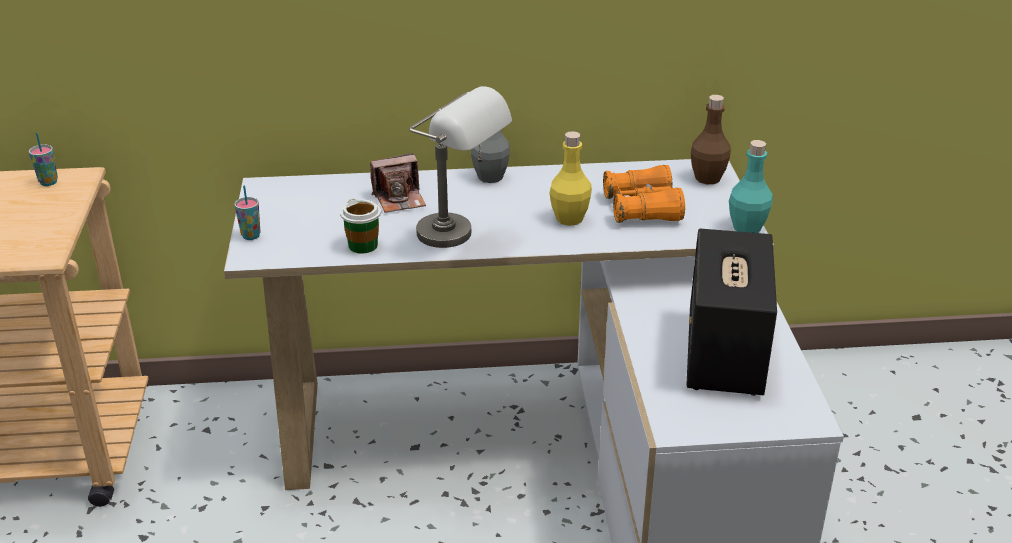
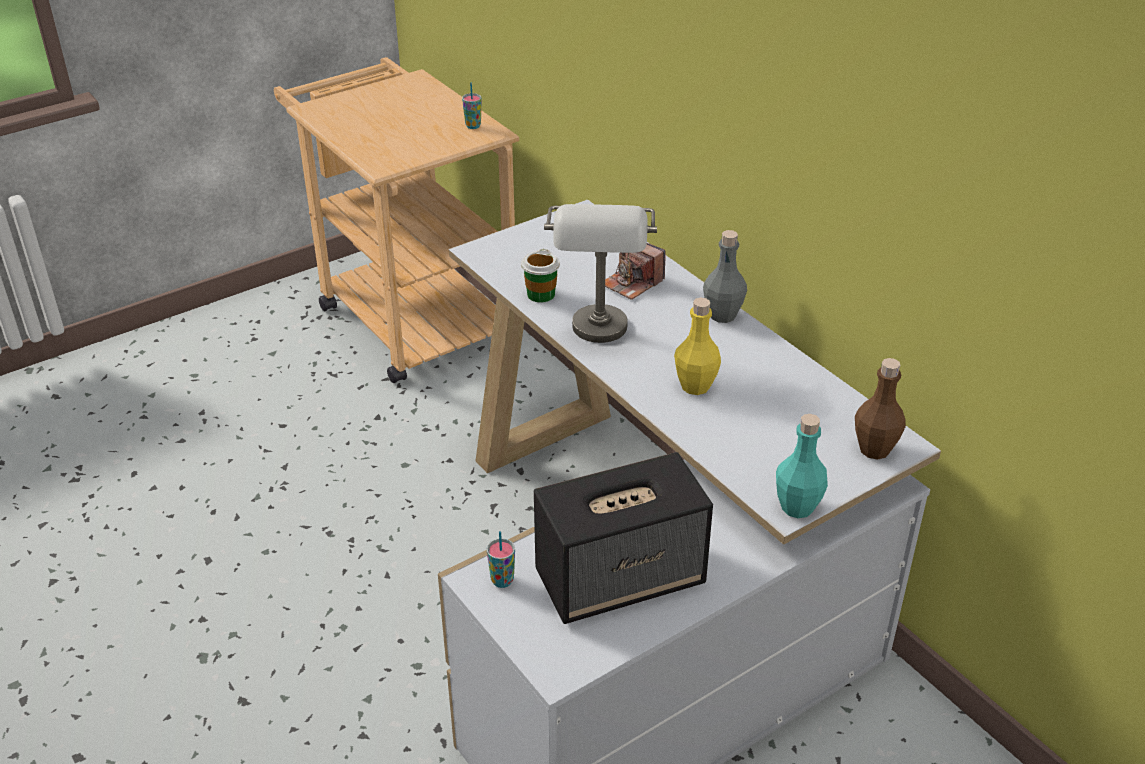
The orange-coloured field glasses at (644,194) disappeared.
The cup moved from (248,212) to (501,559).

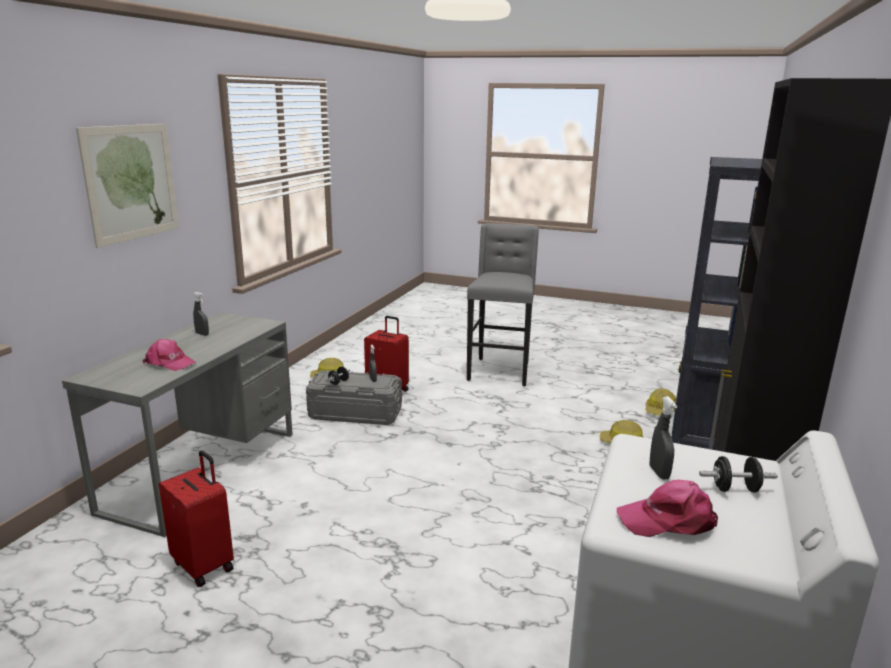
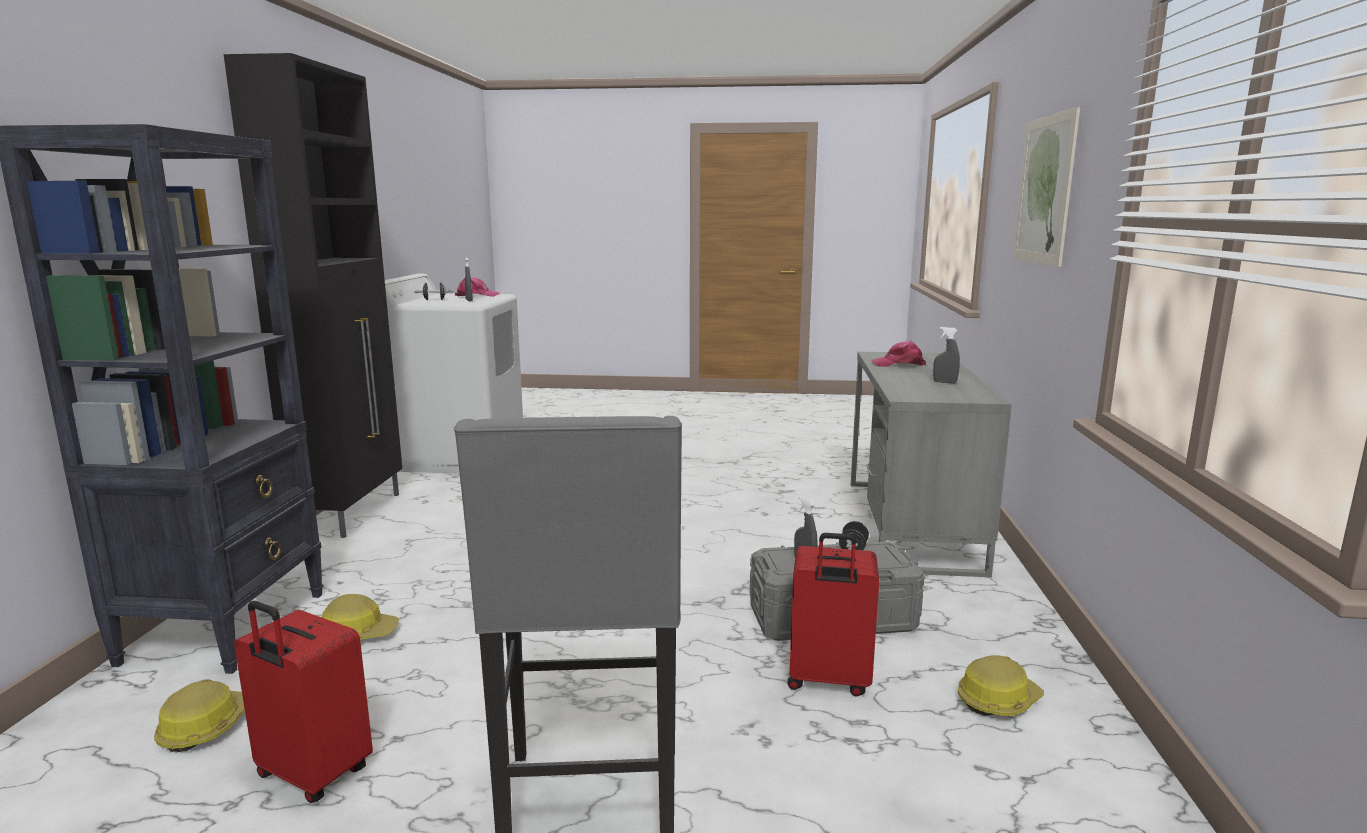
The reddish suitcase moved from (196,518) to (303,702).

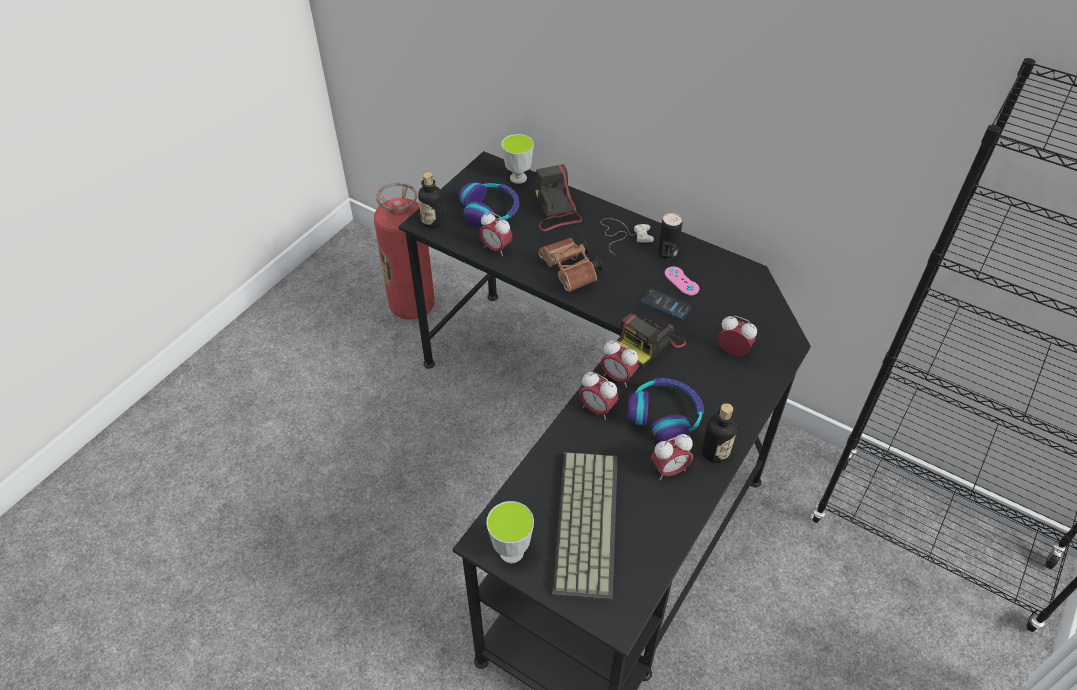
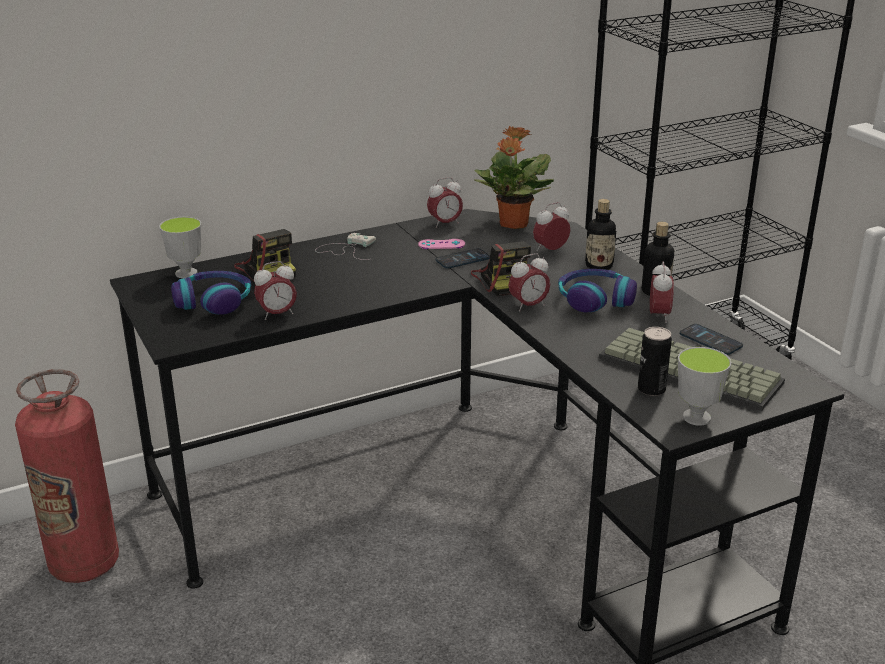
The brownish field glasses at (570,265) disappeared.
The potted plant at (514,177) appeared.
The phone at (711,339) appeared.
The beverage bottle moved from (431,200) to (600,234).
The table clock moved from (599,396) to (445,202).
The can moved from (670,236) to (655,361).
The still camera at (558,197) turned 135 degrees counterclockwise.

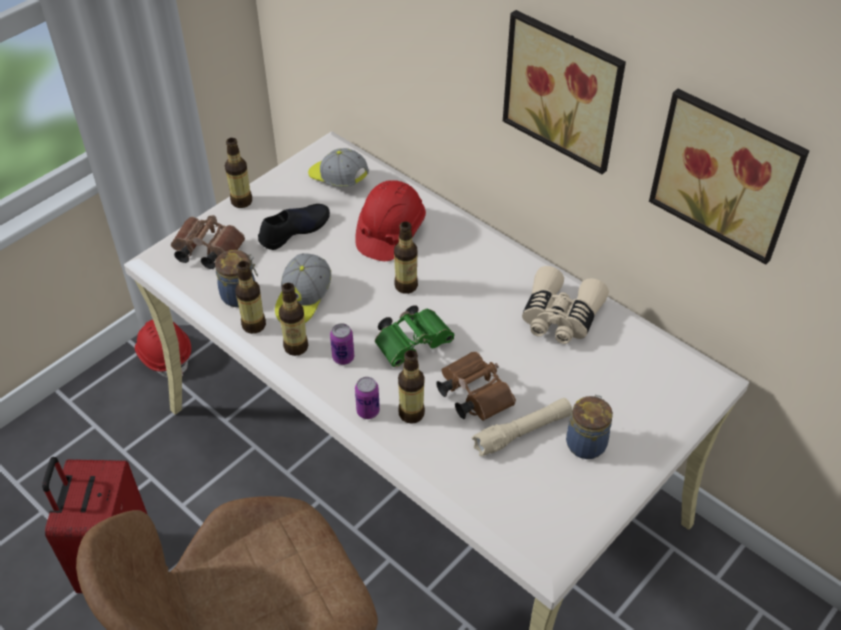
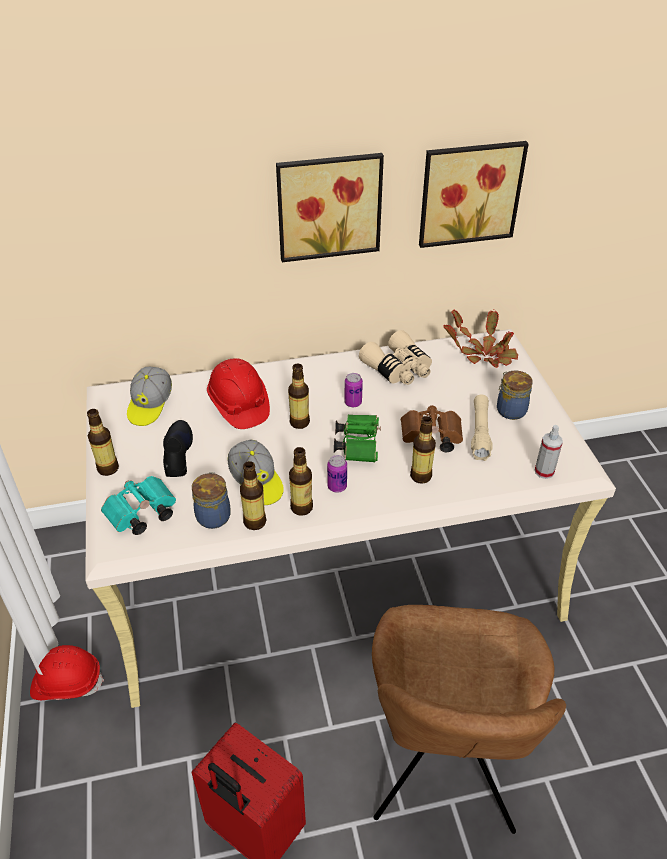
The potted plant at (481,338) appeared.
The spray bottle at (549,452) appeared.
The can moved from (367,398) to (353,390).
The brownish field glasses at (208,242) became the blue-green field glasses at (138,505).
The peaked cap at (338,167) turned 60 degrees counterclockwise.

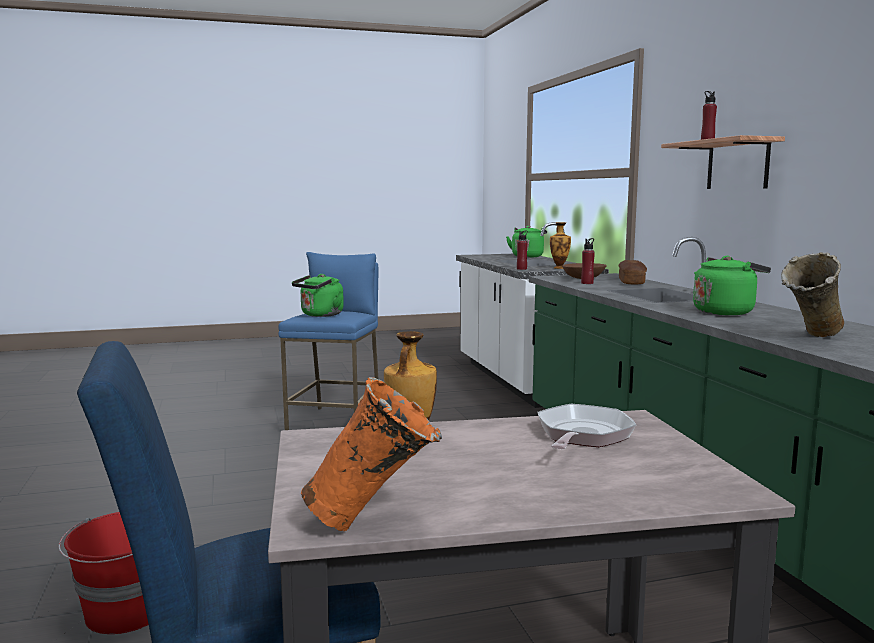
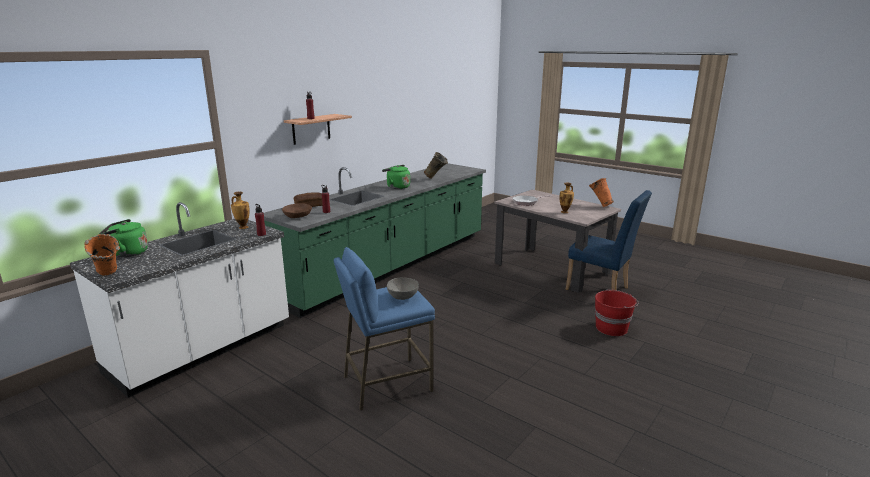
The orange-coloured vase at (102,255) appeared.
The green kettle at (318,295) was replaced by the greyish bowl at (403,289).

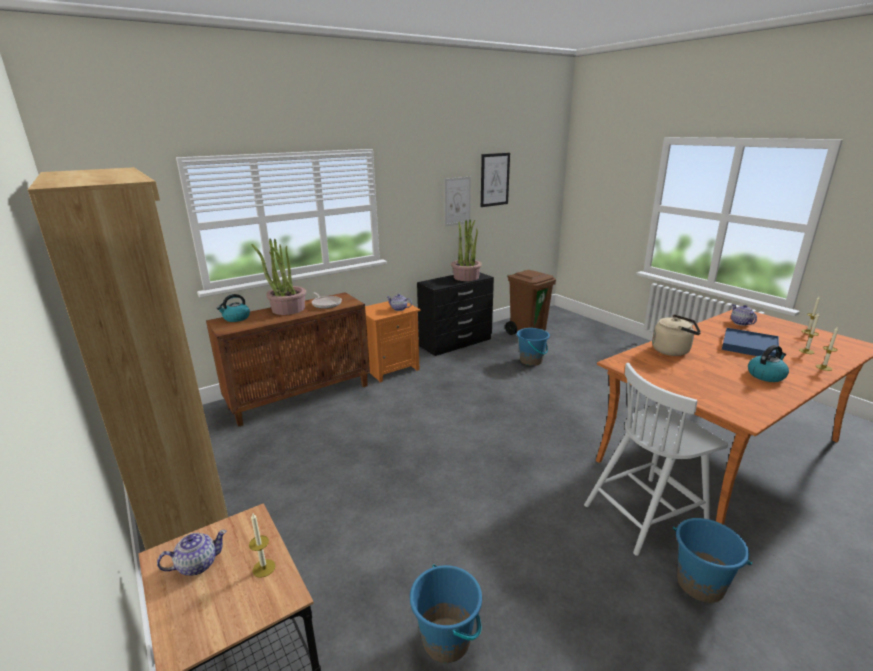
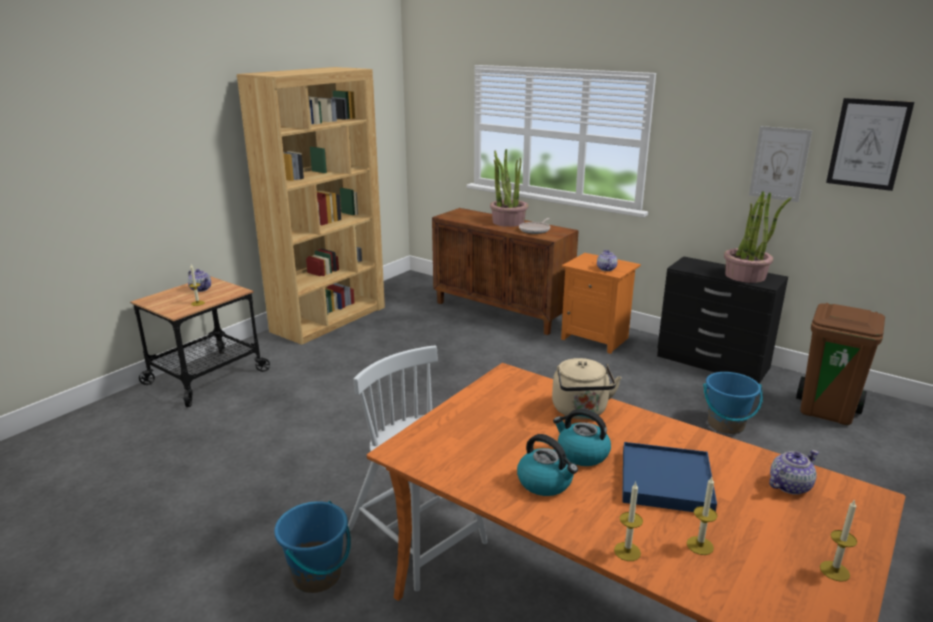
The blue-coloured bucket at (446,614) disappeared.
The kettle moved from (233,308) to (582,437).

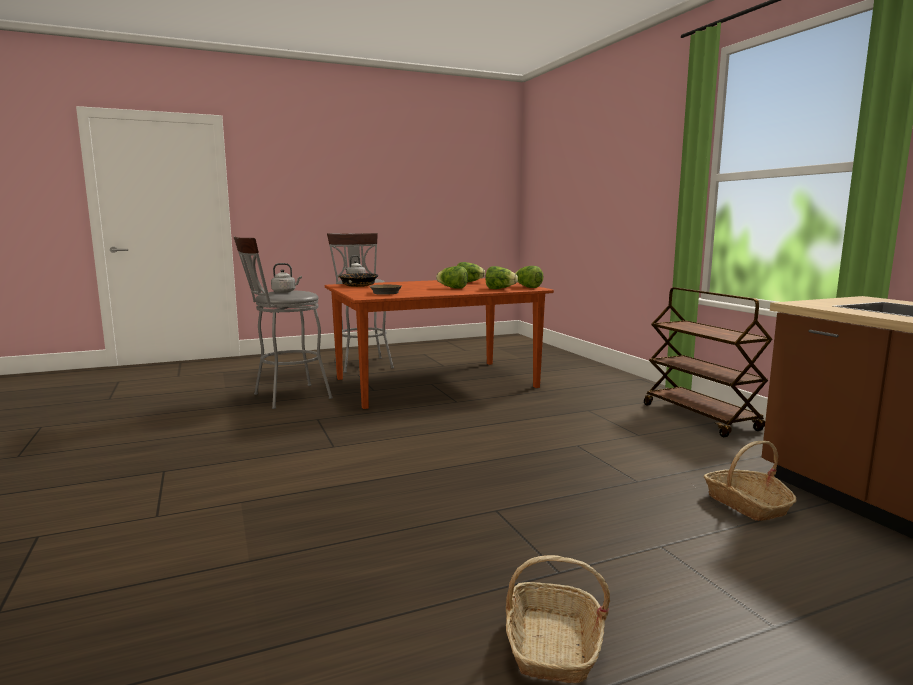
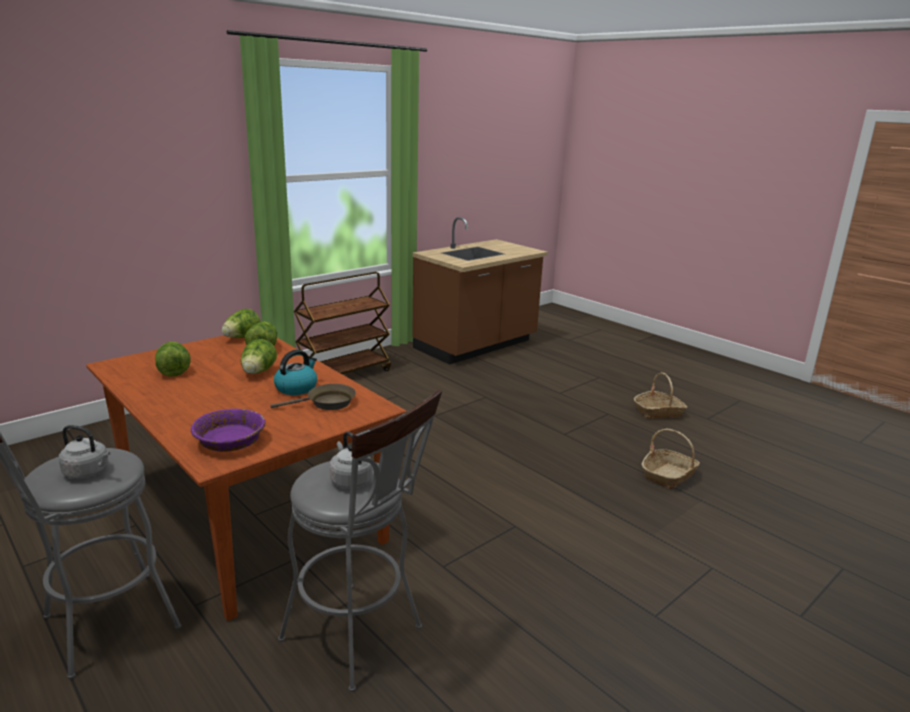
The kettle at (295,372) appeared.
The basket moved from (749,481) to (671,459).
The black-coloured bowl at (358,280) became the purple bowl at (228,430).

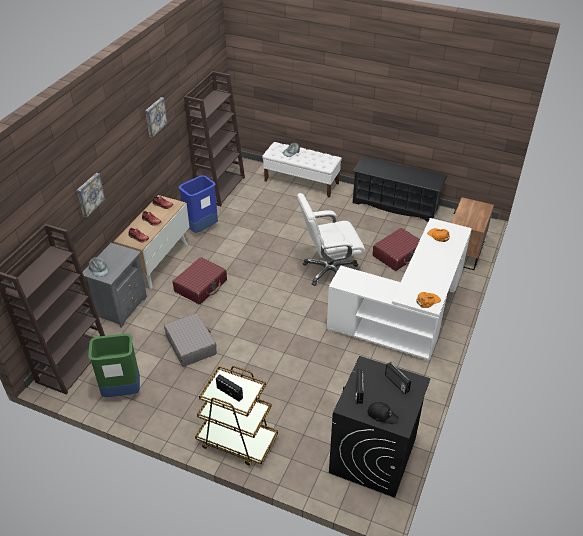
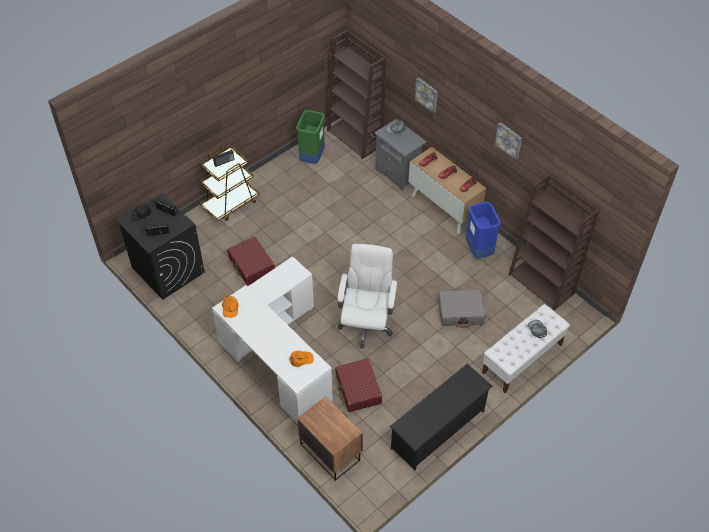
The greyish suitcase moved from (190,340) to (462,309).
The reddish suitcase moved from (199,280) to (251,261).

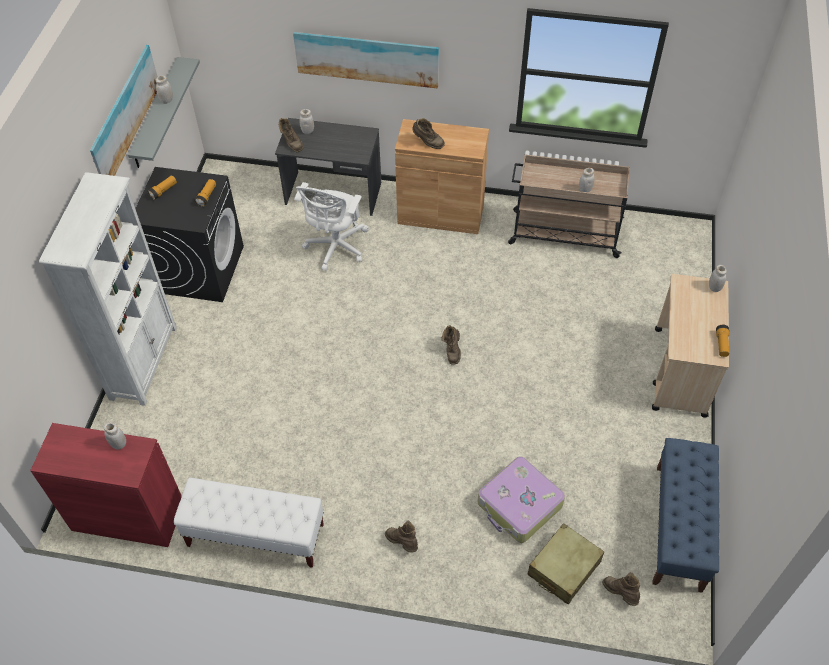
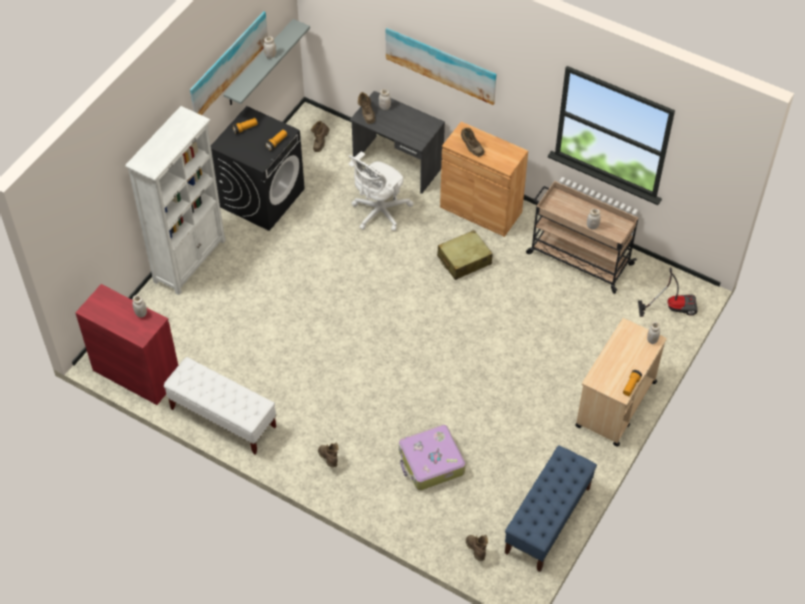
The vacuum cleaner at (668,292) appeared.
The brownish tall boot moved from (451,345) to (320,136).
The beige suitcase moved from (565,563) to (465,255).

